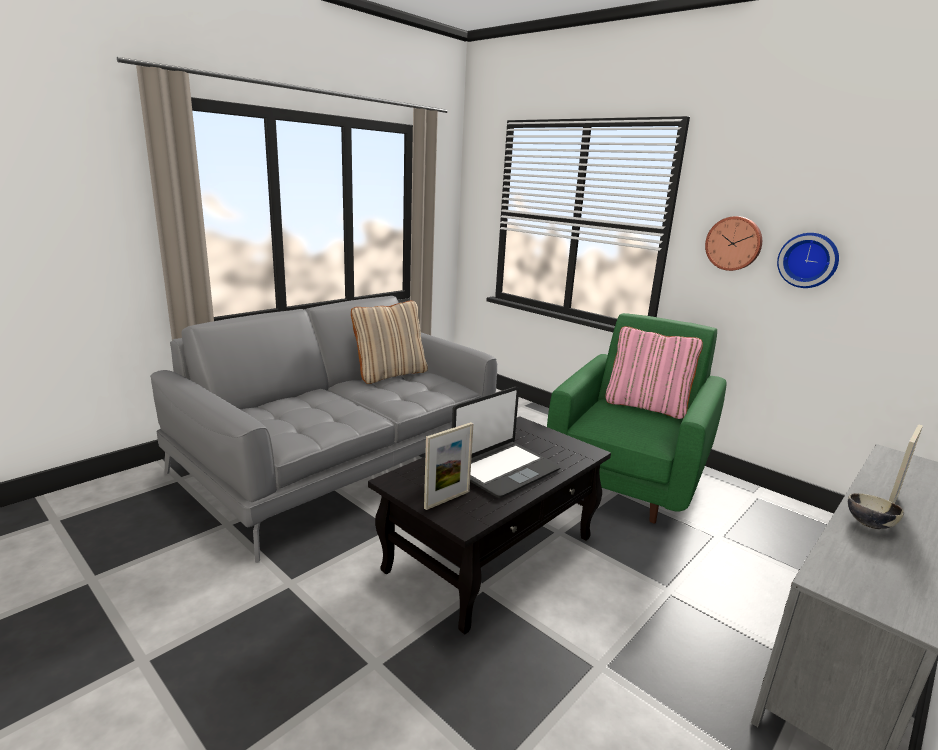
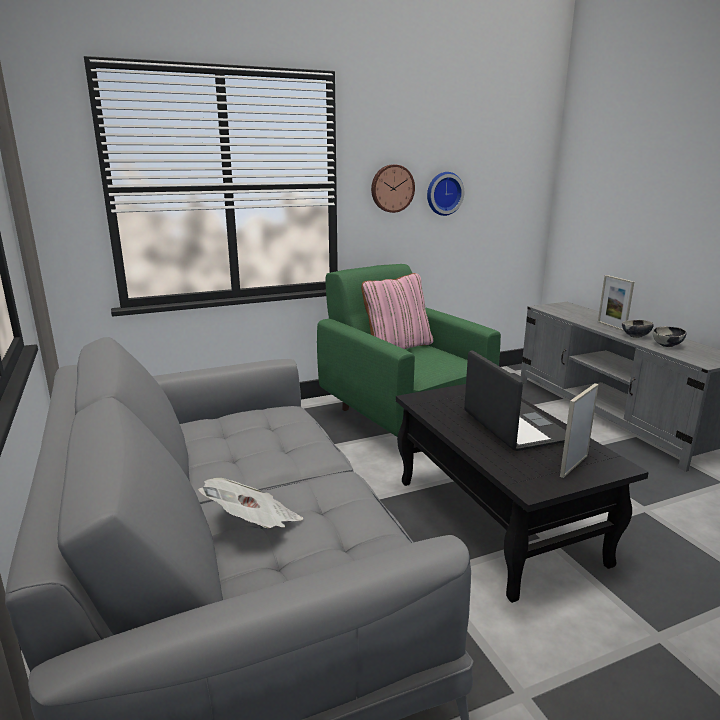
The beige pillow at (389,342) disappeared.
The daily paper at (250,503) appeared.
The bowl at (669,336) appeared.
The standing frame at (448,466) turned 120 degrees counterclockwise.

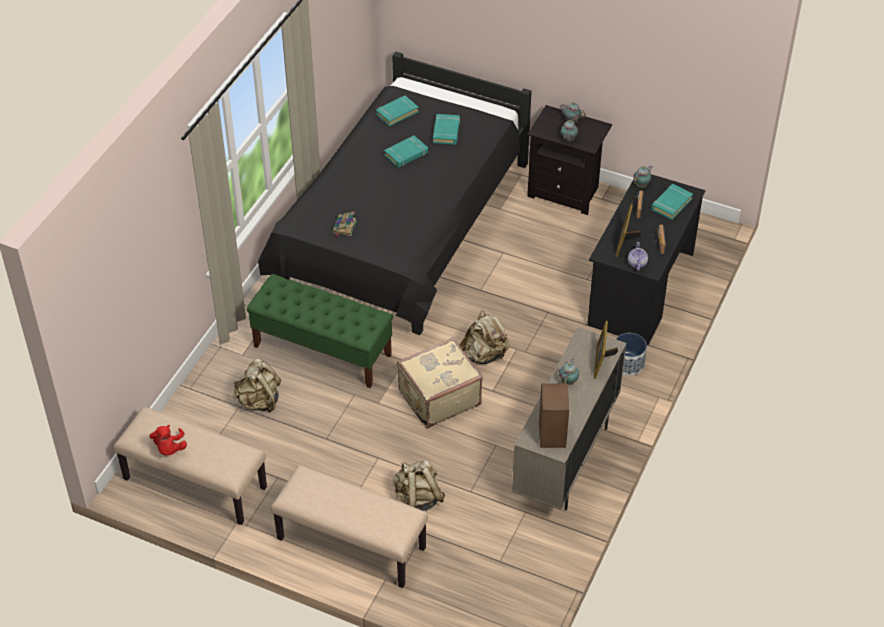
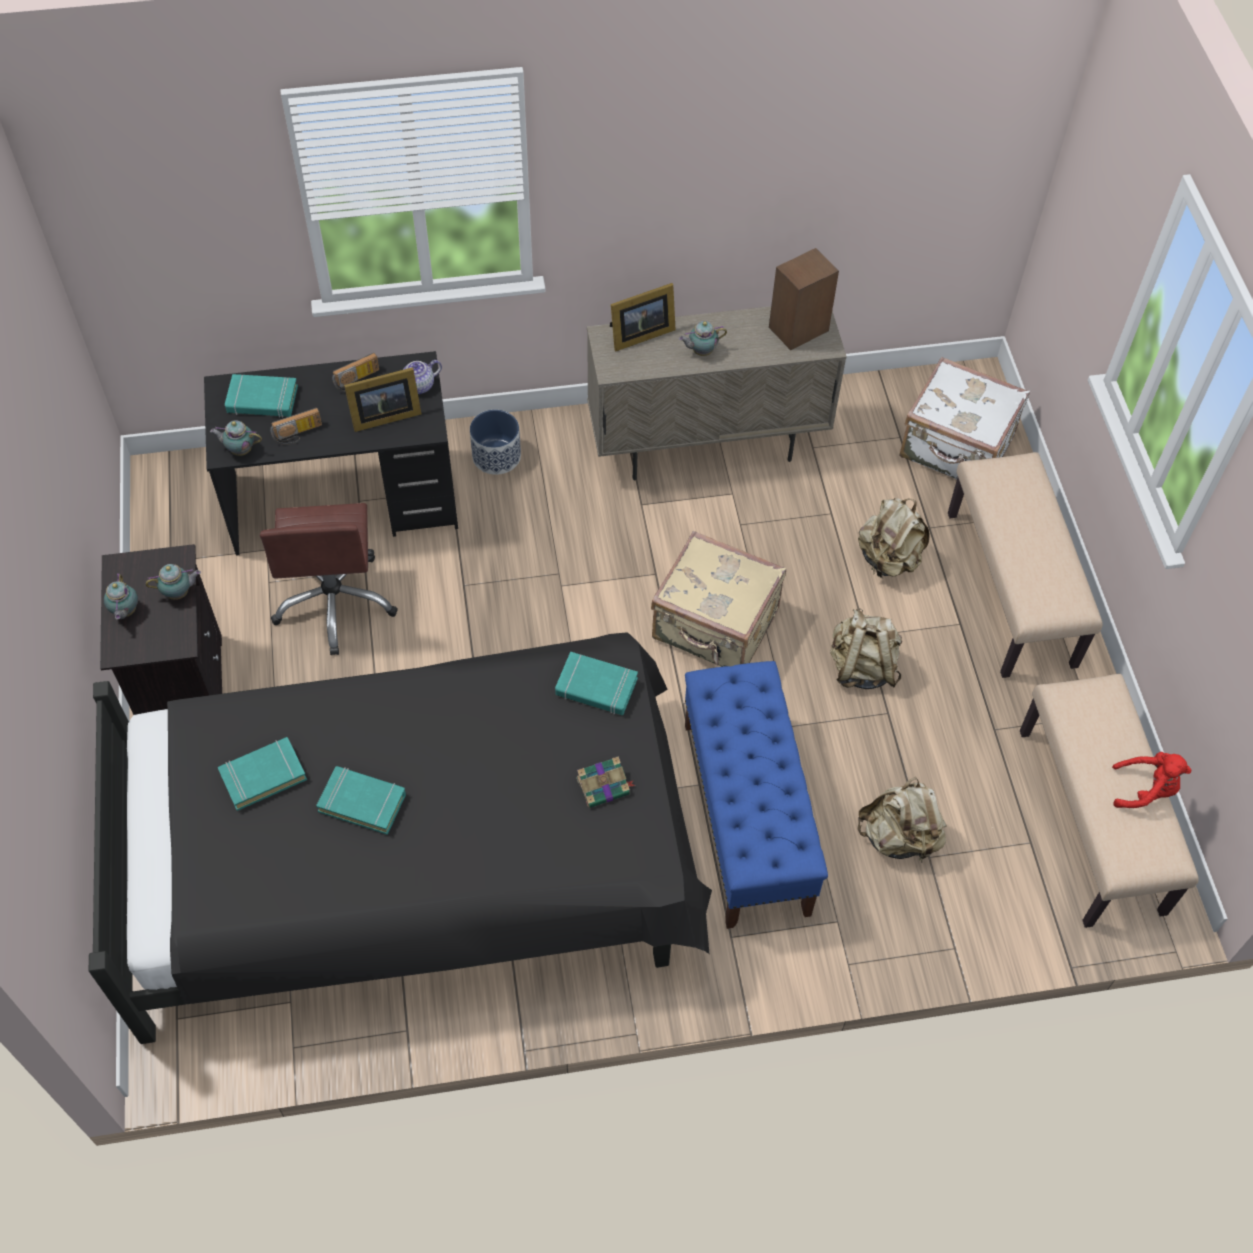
The brownish office chair at (329,579) appeared.
The white-coloured suitcase at (964,418) appeared.
The blue-green volume moved from (397,110) to (596,683).
The beige knapsack moved from (484,337) to (866,648).
The green long seat at (319,331) became the blue-coloured long seat at (756,795).
The reddish plush toy at (168,440) turned 45 degrees clockwise.

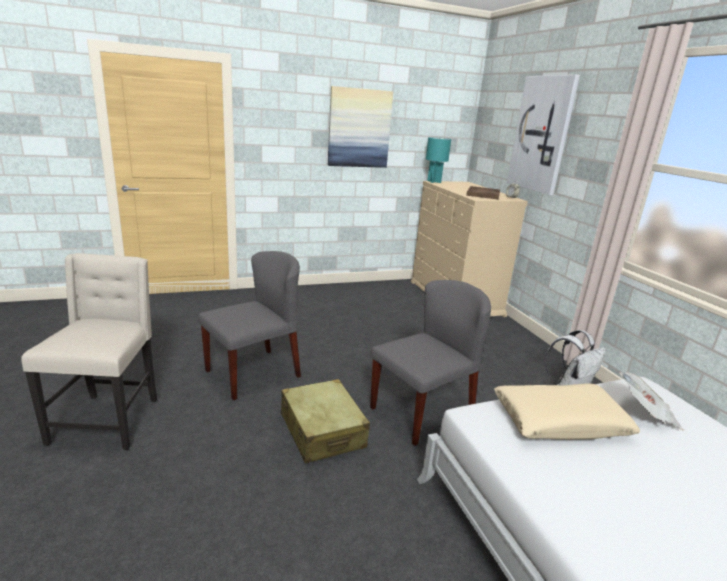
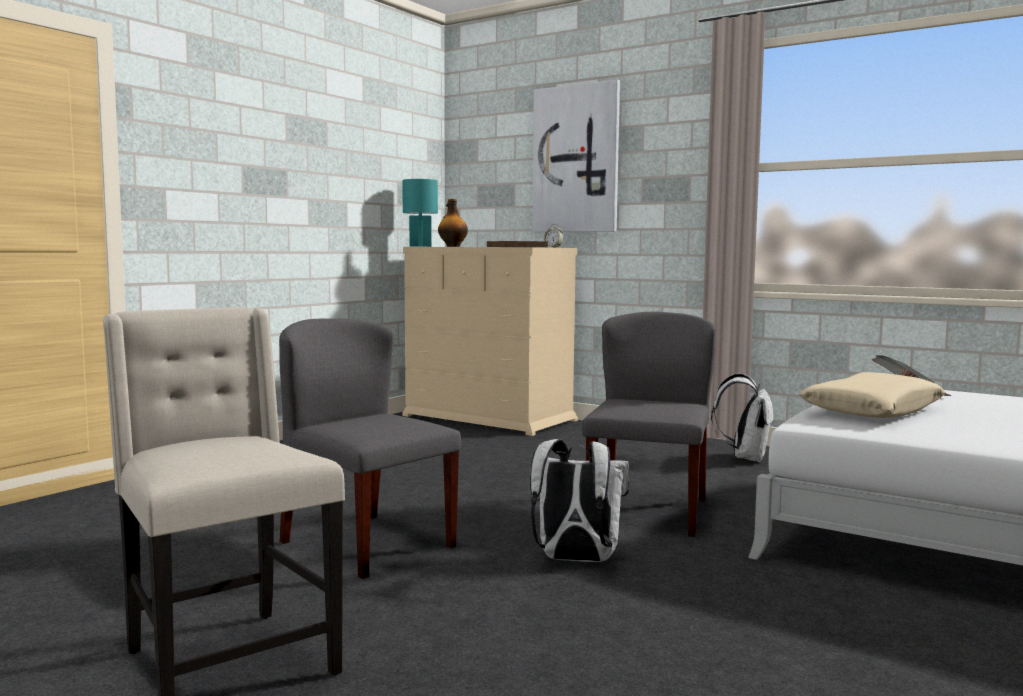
The wall art at (360,127) disappeared.
The beverage bottle at (453,223) appeared.
The beige suitcase at (325,421) was replaced by the white-coloured knapsack at (579,500).
The greyish upright chair at (249,325) turned 60 degrees counterclockwise.

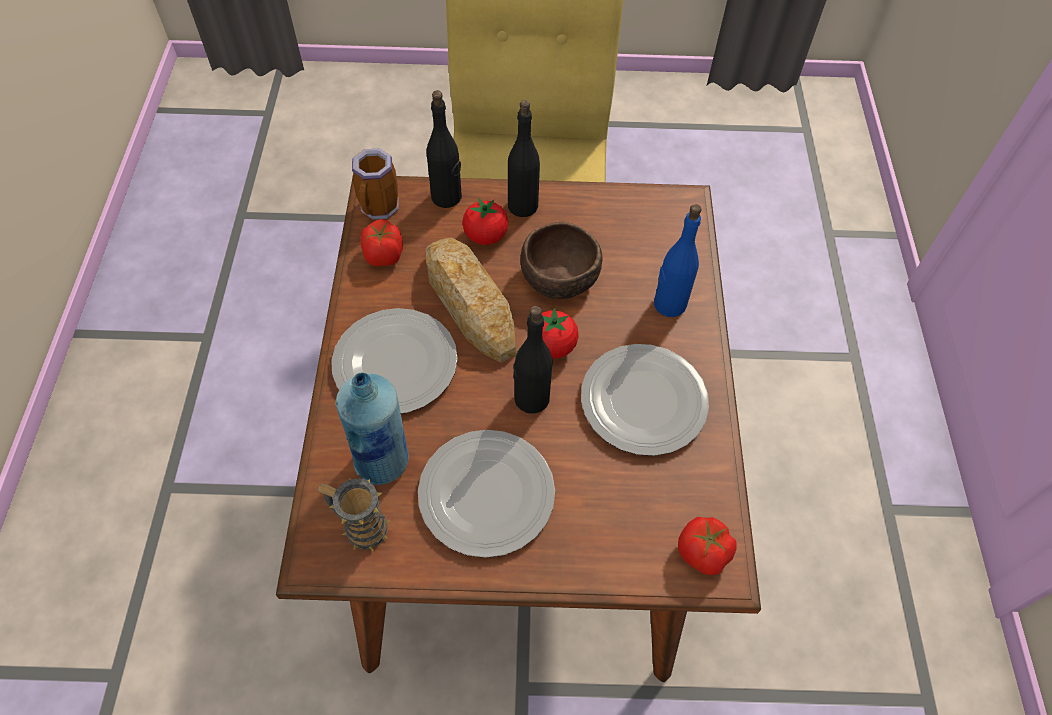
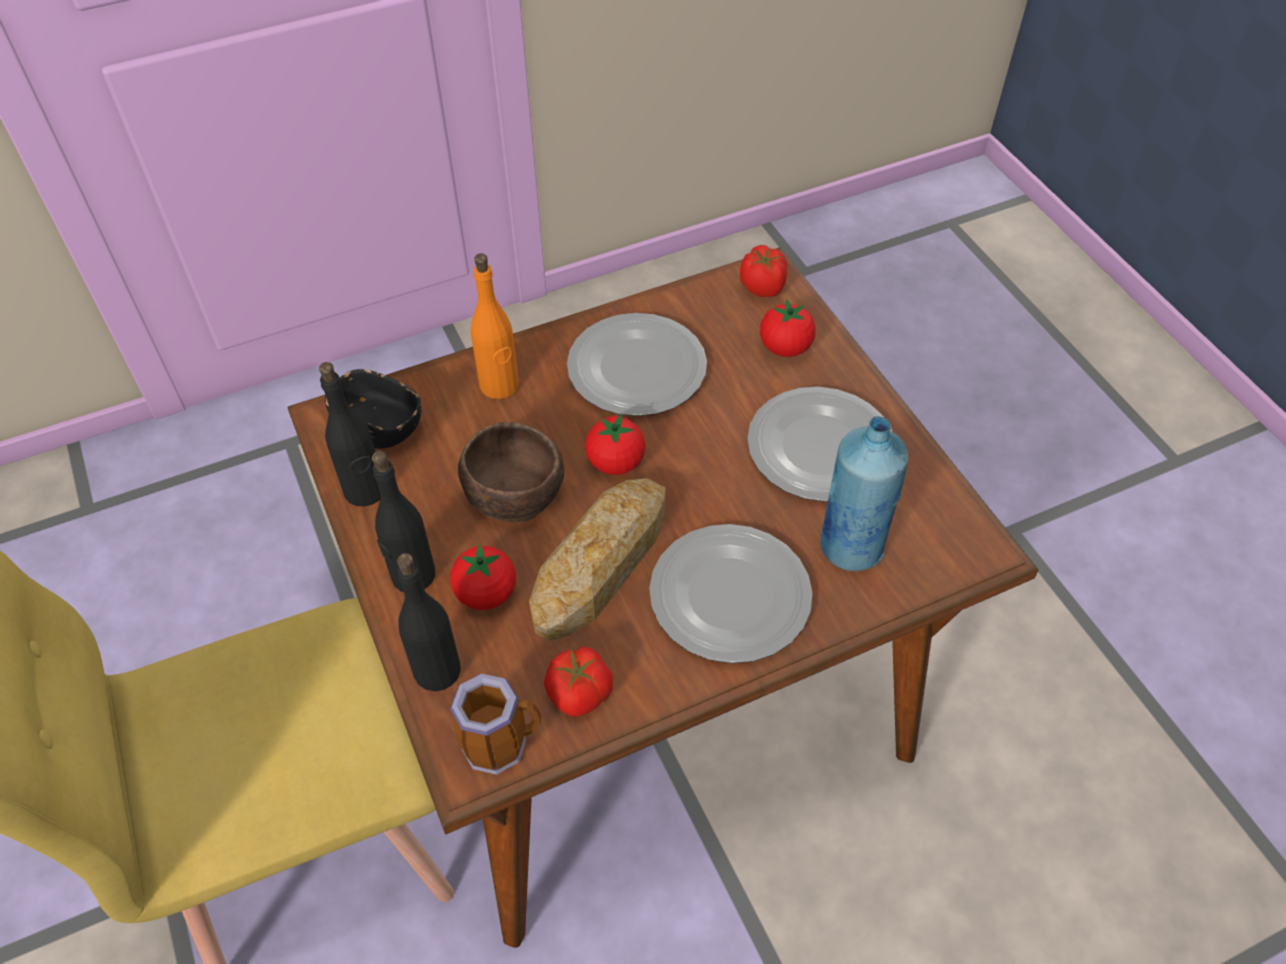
The mug at (354,514) disappeared.
The black-coloured bowl at (373,409) appeared.
The tomato at (788,328) appeared.
The black-coloured beverage bottle moved from (533,360) to (350,434).
The blue-coloured beverage bottle at (678,260) became the orange-coloured beverage bottle at (495,326).

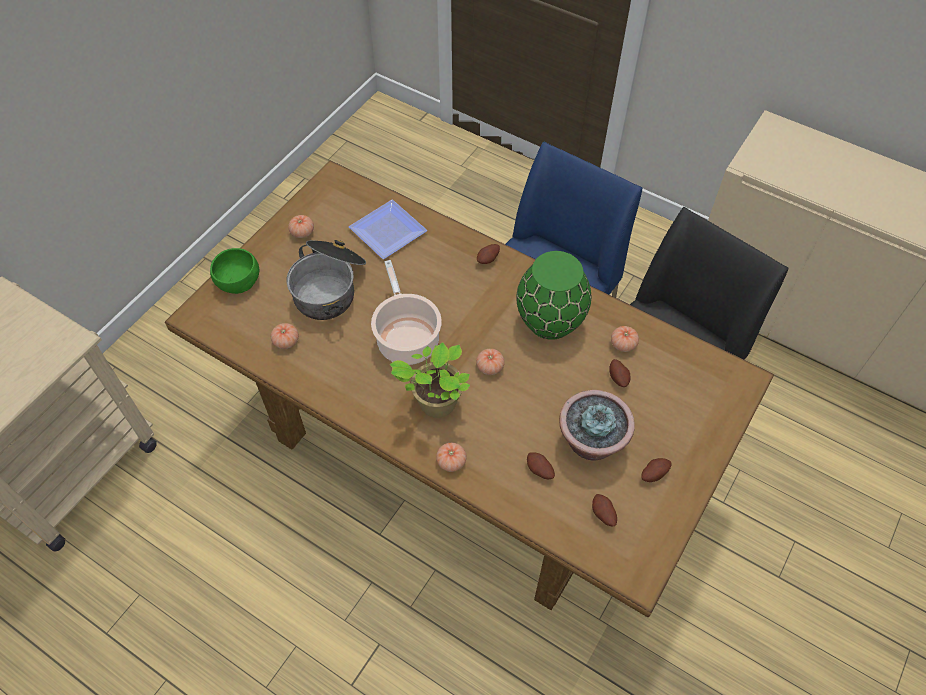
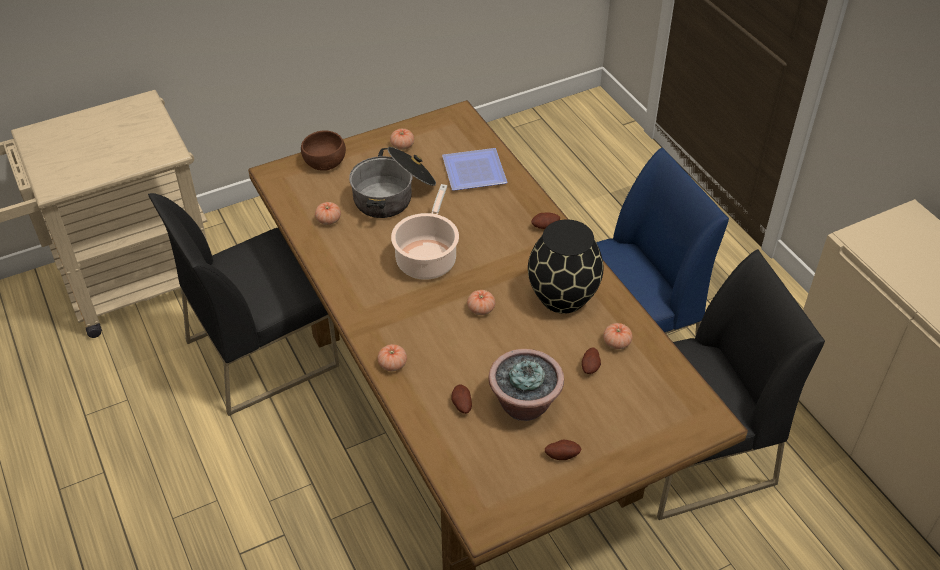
The potted plant at (429,380) disappeared.
The potato at (604,510) disappeared.
The black-coloured upright chair at (243,304) appeared.
The green bowl at (234,271) became the brownish bowl at (323,150).
The green vase at (553,295) became the black-coloured vase at (565,267).

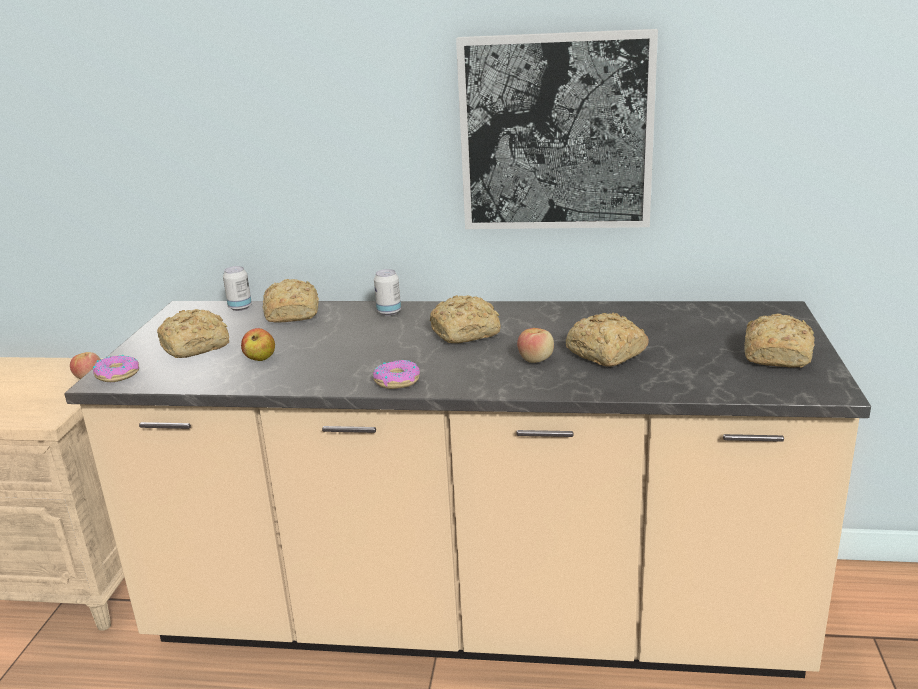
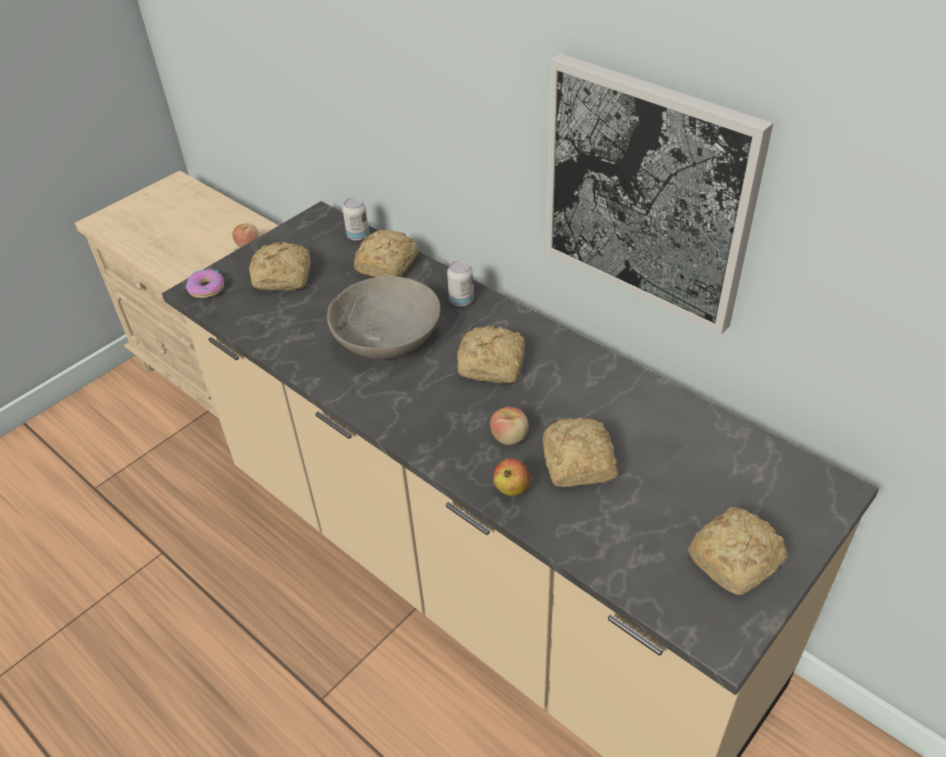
The doughnut at (396,374) disappeared.
The greyish bowl at (384,317) appeared.
The whole apple moved from (258,344) to (512,477).

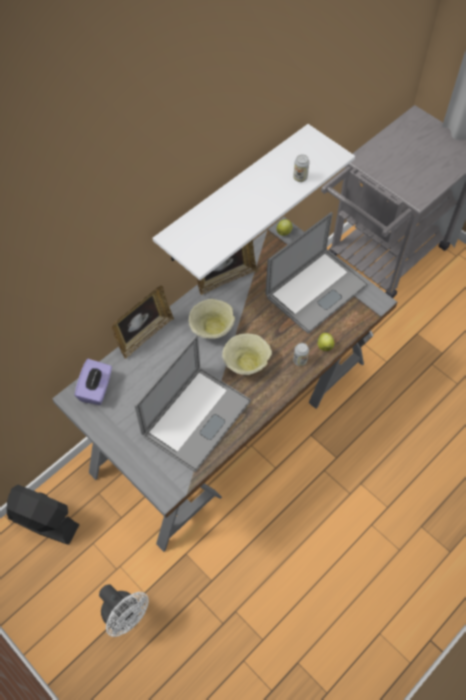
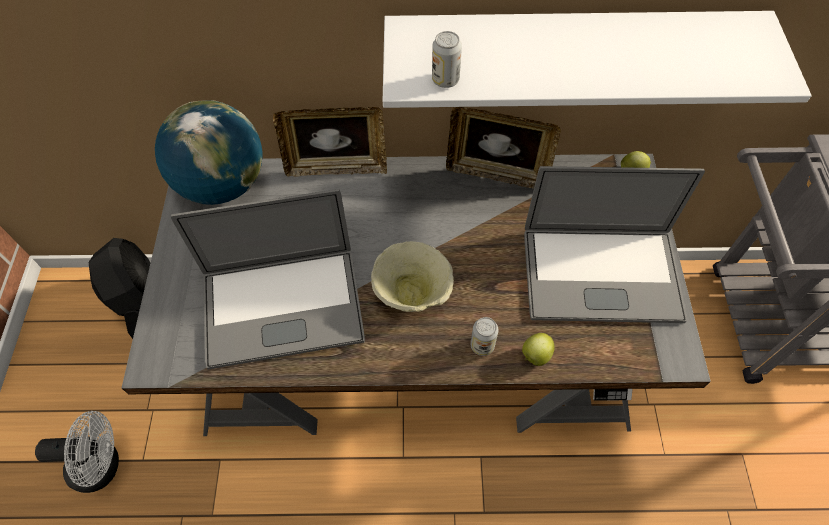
The beige bowl at (212,319) disappeared.
The can moved from (301,168) to (447,59).
The purple box of tissues at (93,382) was replaced by the world globe at (208,152).
The white-coloured electric fan at (124,610) turned 90 degrees counterclockwise.

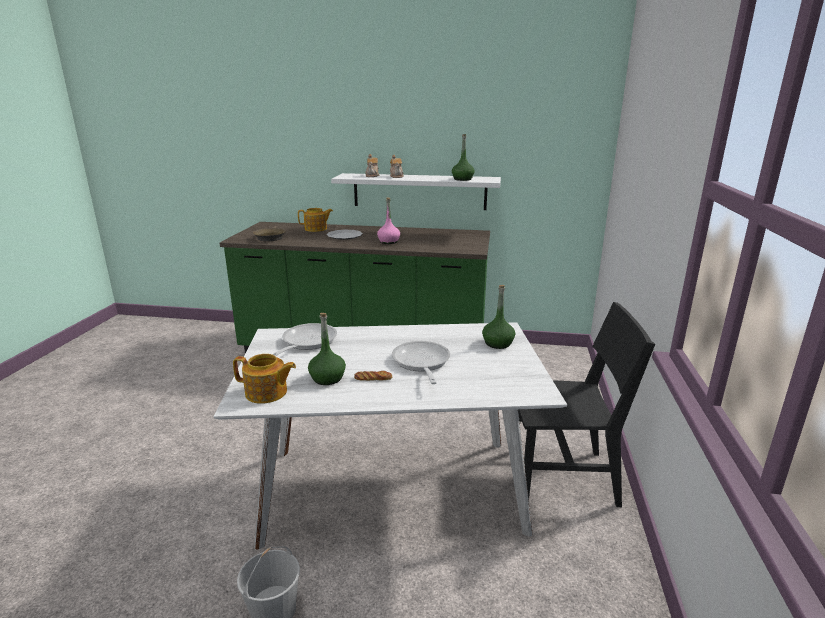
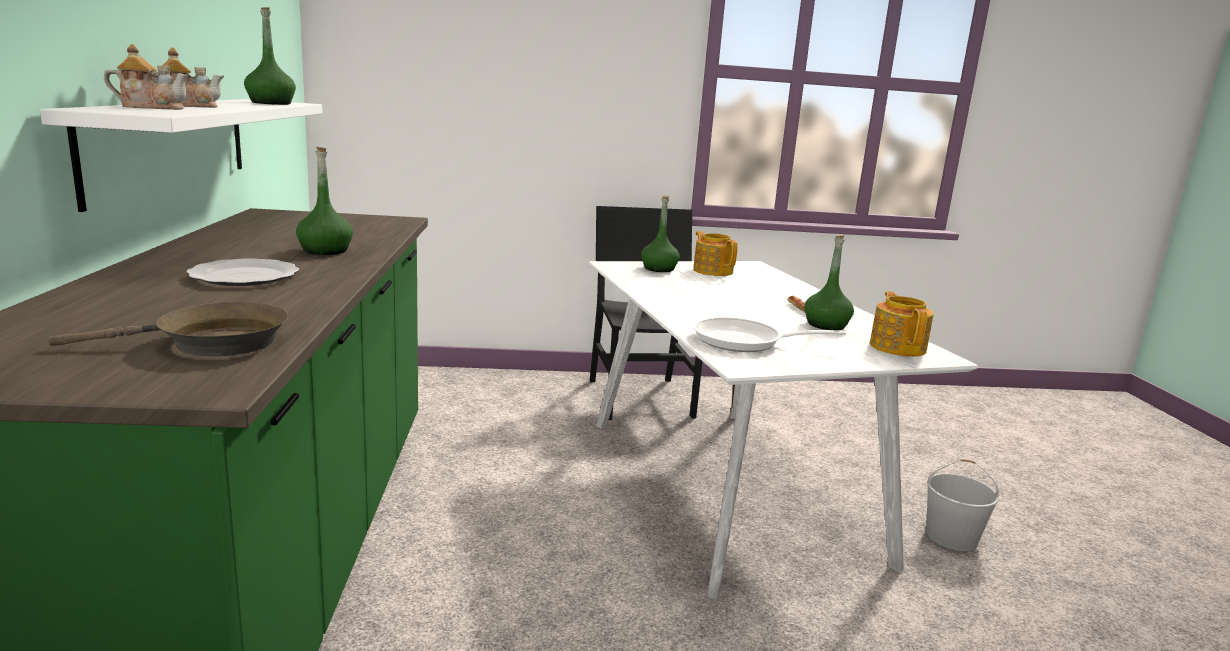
The frying pan at (421,362) disappeared.
The teapot moved from (315,220) to (715,253).
The pink beverage bottle at (388,221) became the green beverage bottle at (324,201).

